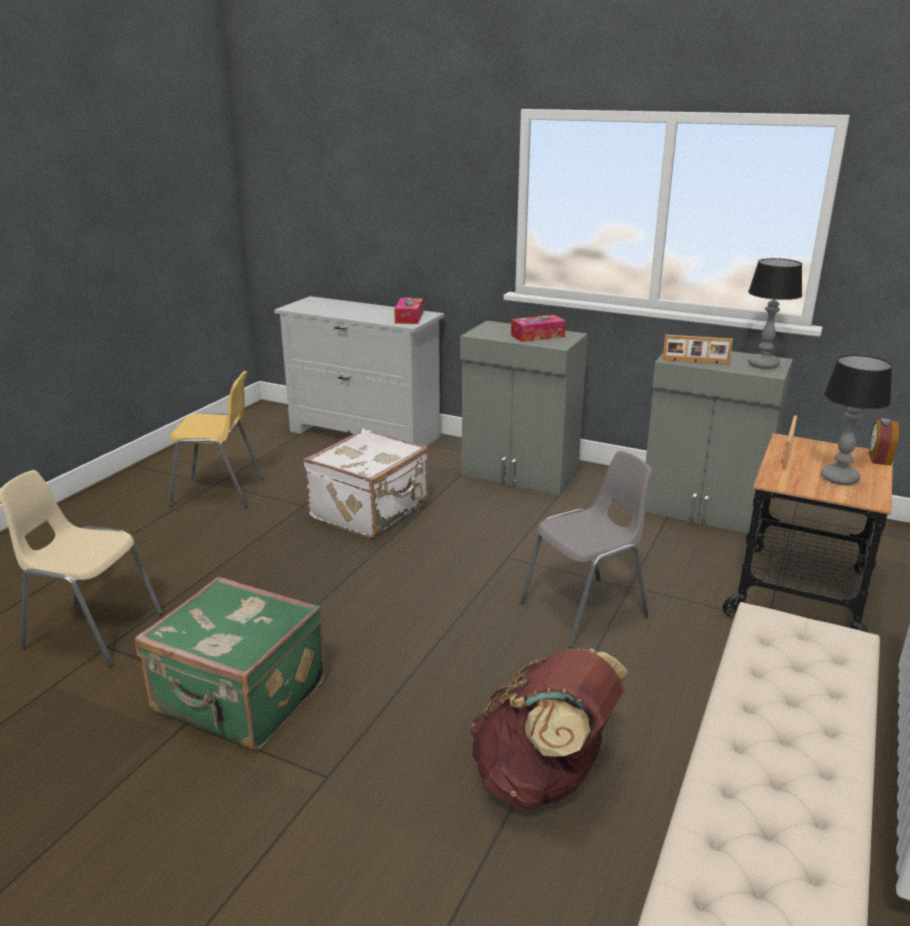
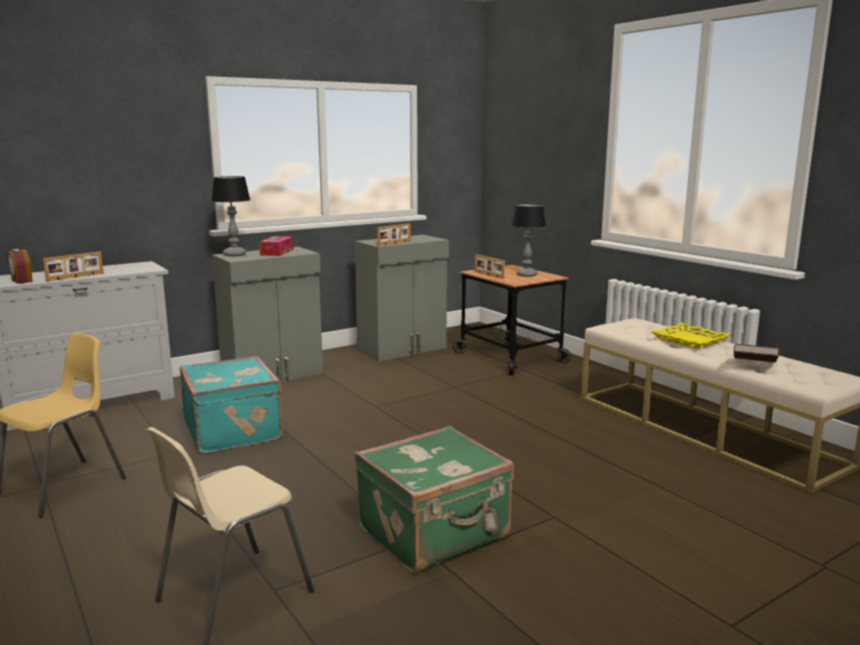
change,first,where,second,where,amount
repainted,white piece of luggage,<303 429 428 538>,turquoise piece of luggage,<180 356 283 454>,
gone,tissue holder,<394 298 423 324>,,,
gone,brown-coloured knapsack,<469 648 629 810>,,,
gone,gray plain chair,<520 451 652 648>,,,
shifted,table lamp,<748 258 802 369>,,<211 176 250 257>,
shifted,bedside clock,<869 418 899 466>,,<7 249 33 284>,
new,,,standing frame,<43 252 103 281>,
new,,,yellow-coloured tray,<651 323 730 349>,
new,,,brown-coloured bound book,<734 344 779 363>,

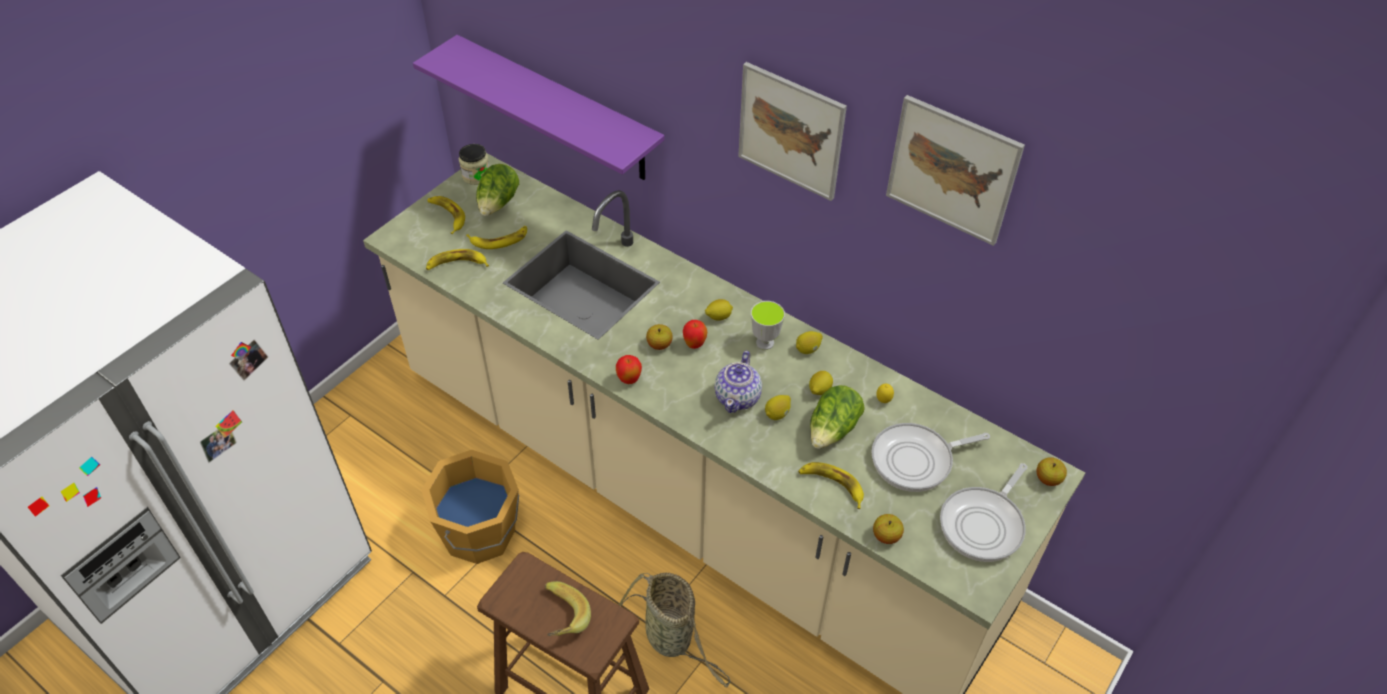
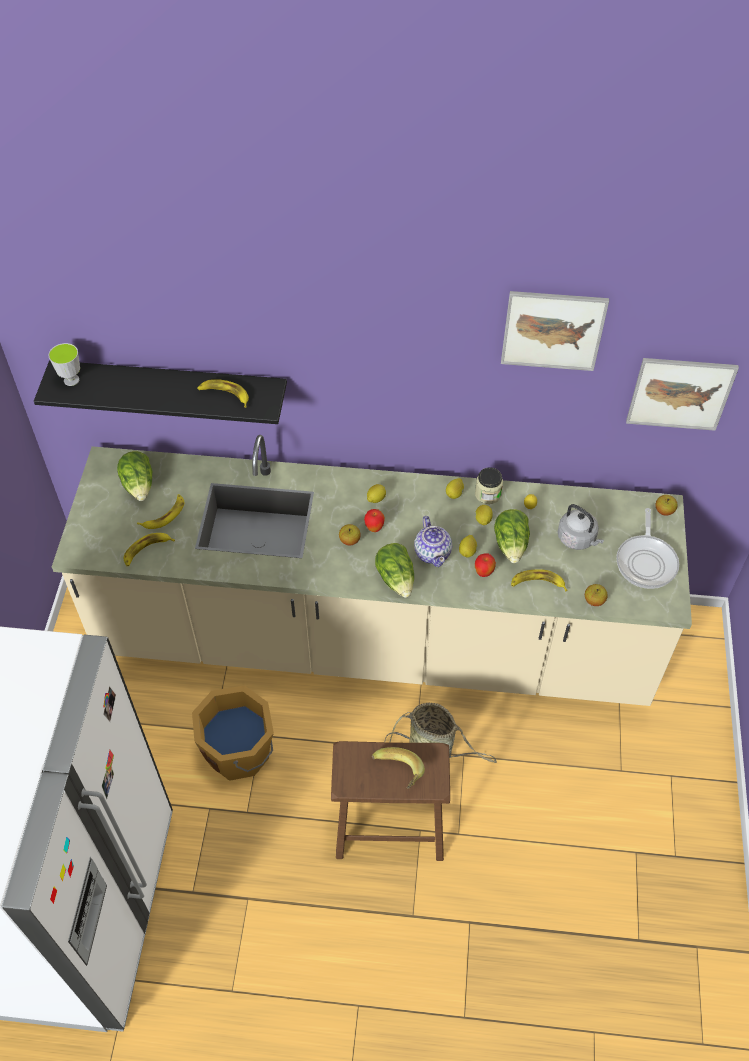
change,first,where,second,where,amount
repainted,purple wall shelf,<413 35 665 180>,black wall shelf,<34 360 287 424>,
shifted,banana,<427 196 465 234>,,<197 379 249 408>,
shifted,preserve jar,<459 144 489 185>,,<475 467 503 504>,
shifted,apple,<616 355 642 384>,,<475 553 496 577>,
shifted,picture,<738 62 847 201>,,<626 358 739 431>,
shifted,small cup,<751 301 785 350>,,<49 343 80 386>,
swapped,frying pan,<871 423 990 492>,gray water kettle,<558 504 604 550>,
new,,,head of lettuce,<375 543 414 598>,

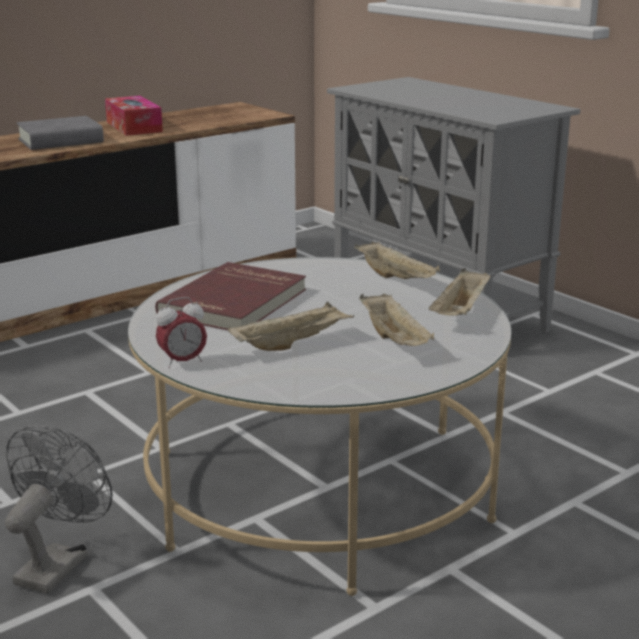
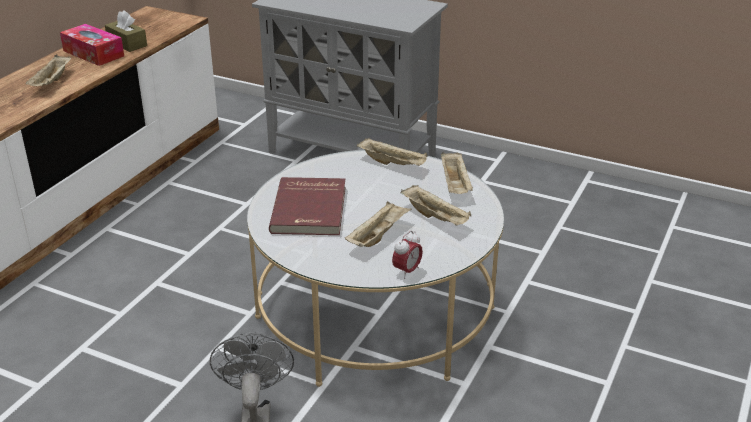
change,first,where,second,where,amount
swapped,gray bound book,<17 116 104 150>,sand-coloured tray,<25 55 71 86>,
shifted,bedside clock,<156 297 207 368>,,<392 230 423 279>,
new,,,brown-coloured tissue holder,<105 10 147 52>,

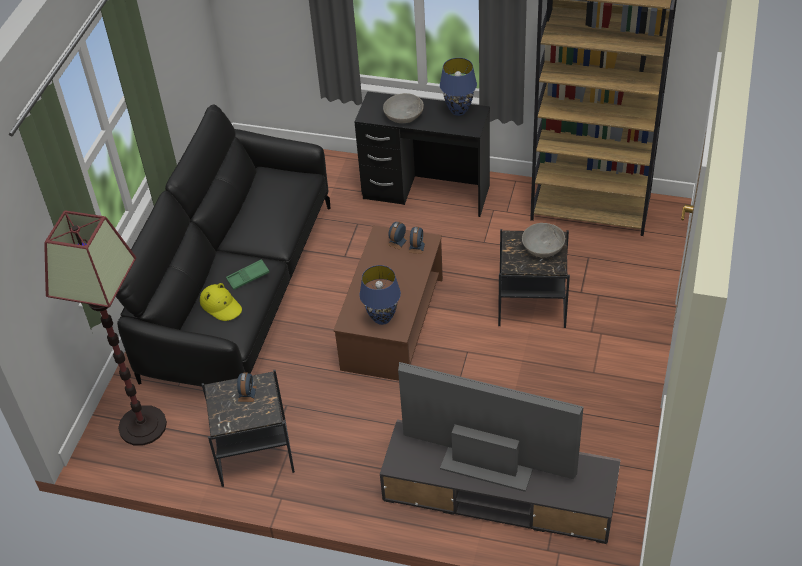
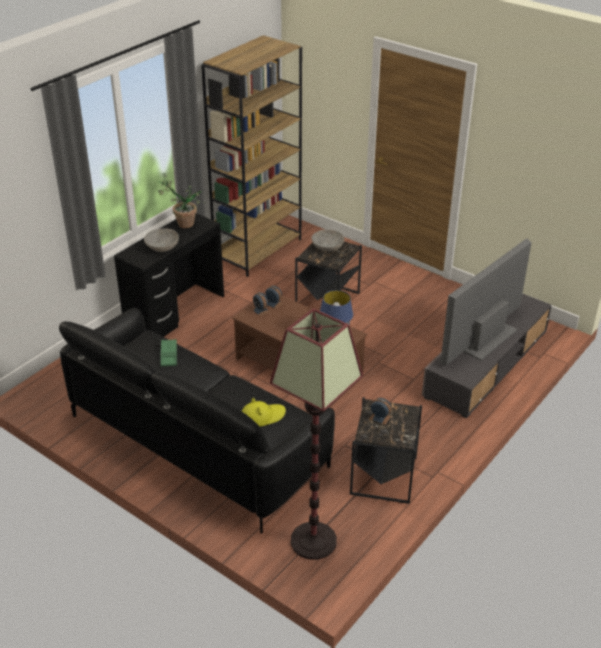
change,first,where,second,where,amount
shifted,green tray,<226 259 269 290>,,<161 339 177 366>,
swapped,blue table lamp,<440 58 477 116>,potted plant,<158 173 206 228>,

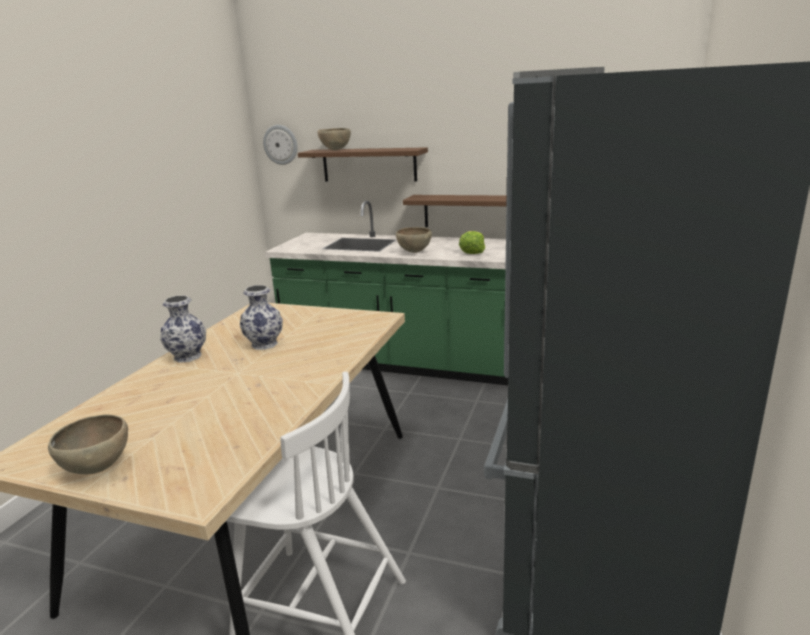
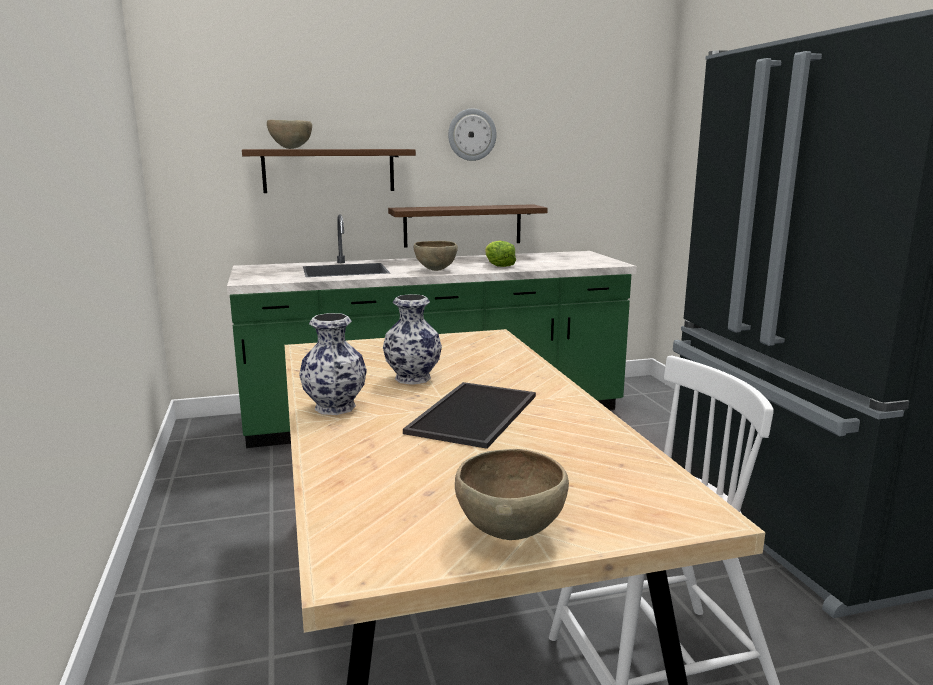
change,first,where,second,where,amount
shifted,clock on the wall,<263 125 298 165>,,<448 108 497 161>,
new,,,tray,<403 382 536 449>,

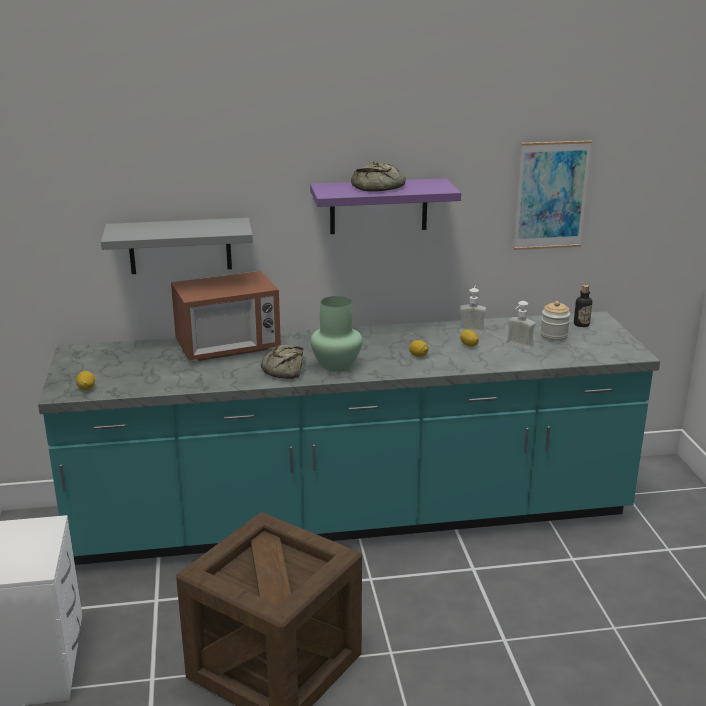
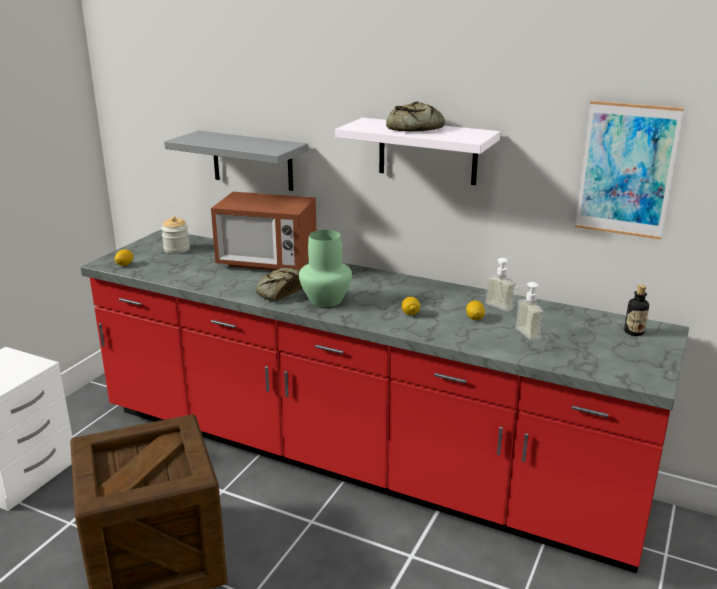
change,first,where,second,where,amount
repainted,turquoise kitchen counter,<38 311 660 565>,red-coloured kitchen counter,<81 230 689 573>,
repainted,purple wall shelf,<310 178 461 234>,white wall shelf,<335 118 500 185>,
shifted,preserve jar,<540 301 571 341>,,<161 216 190 254>,

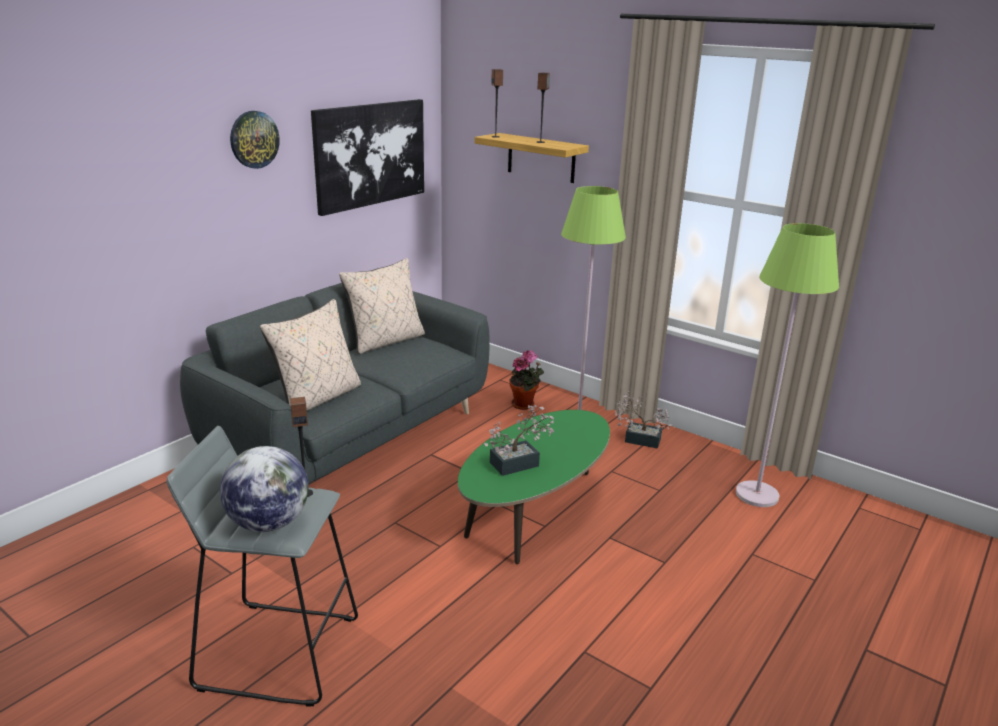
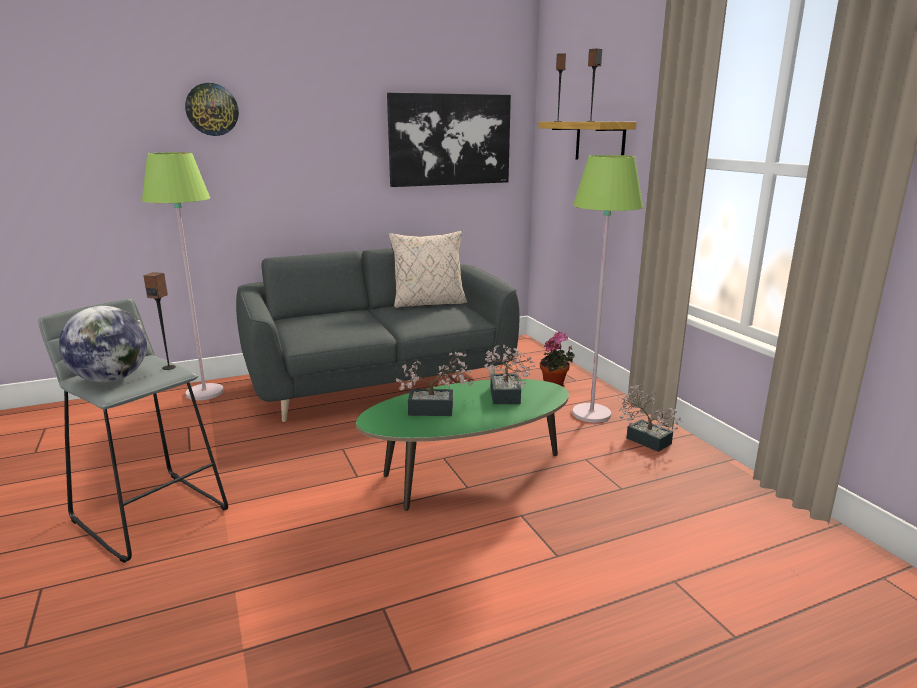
change,first,where,second,where,amount
shifted,clock on the wall,<230 111 280 169>,,<185 83 239 136>,
gone,sand-coloured cushion,<260 299 361 411>,,,
shifted,green floor lamp,<736 223 839 507>,,<142 152 224 400>,
new,,,potted plant,<484 345 535 404>,

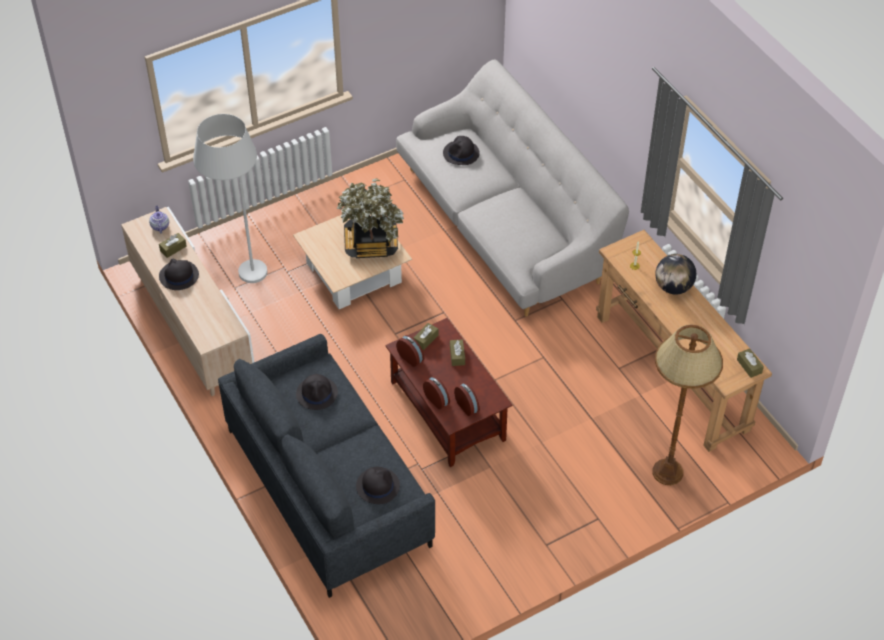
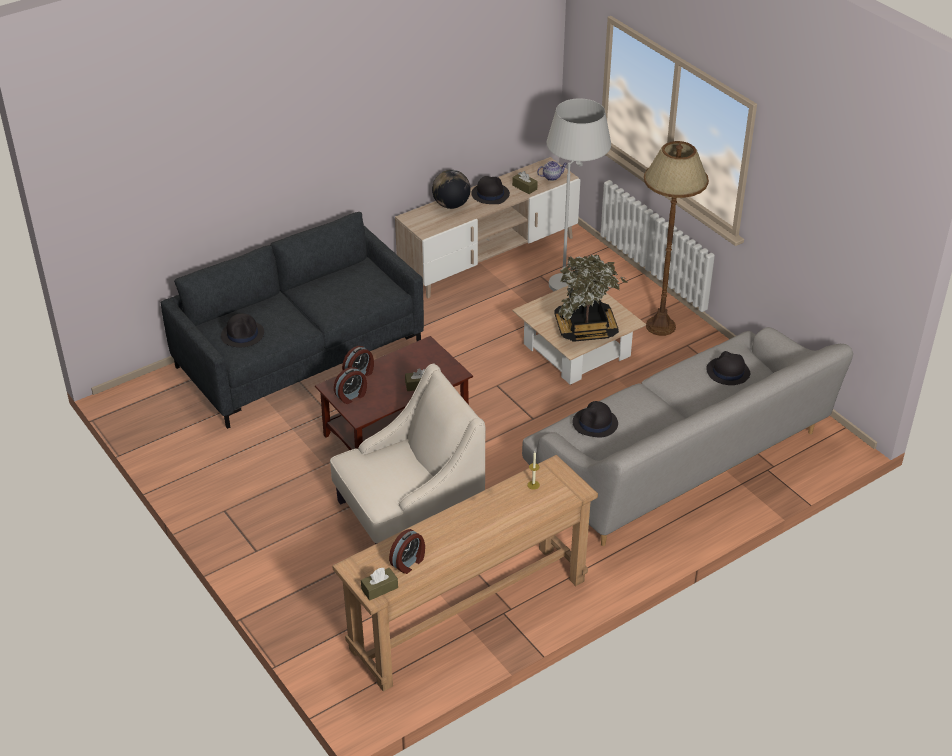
change,first,where,second,where,amount
shifted,black hat,<296 374 338 410>,,<572 401 618 438>,
shifted,bedside clock,<396 335 424 367>,,<389 529 425 574>,
gone,brown-coloured tissue holder,<413 323 438 350>,,,
shifted,brown-coloured floor lamp,<653 324 723 485>,,<644 141 709 336>,
shifted,world globe,<655 254 696 294>,,<432 170 471 209>,
new,,,sand-coloured lounge chair,<330 364 485 544>,

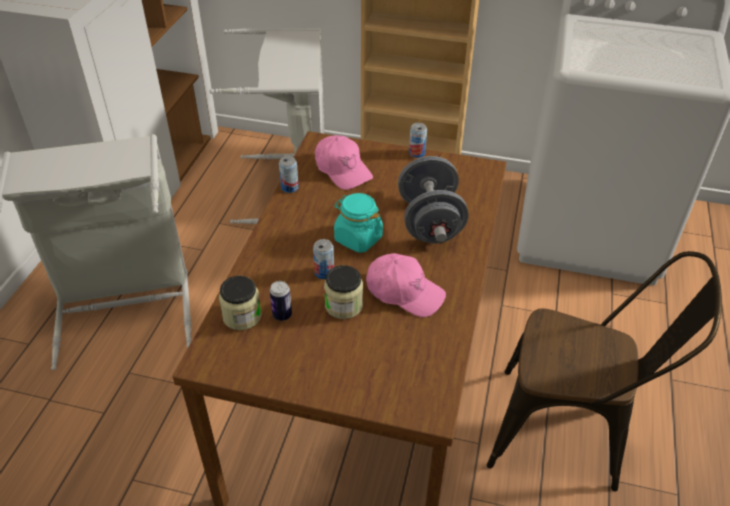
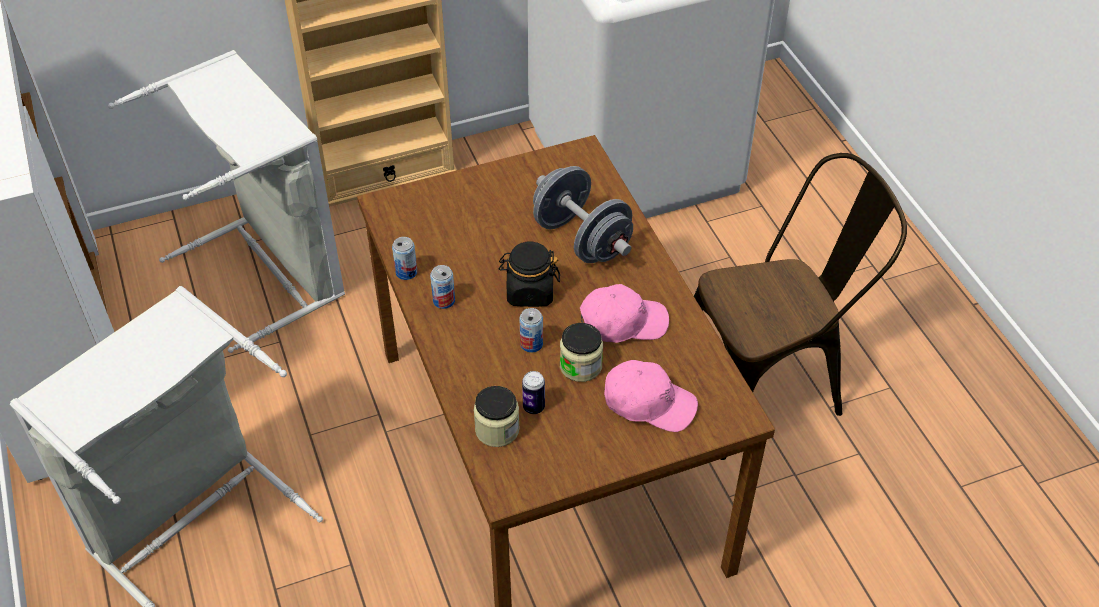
change,first,where,second,where,amount
shifted,pink peaked cap,<315 135 373 190>,,<604 360 698 432>,
repainted,turquoise preserve jar,<334 193 383 253>,black preserve jar,<499 242 560 307>,
shifted,sealed can,<409 123 427 158>,,<430 265 455 309>,

